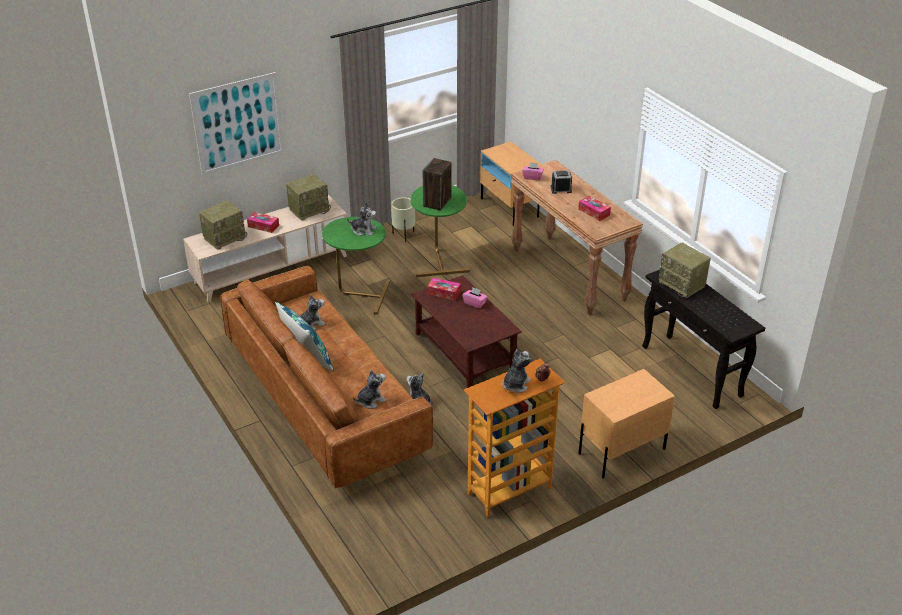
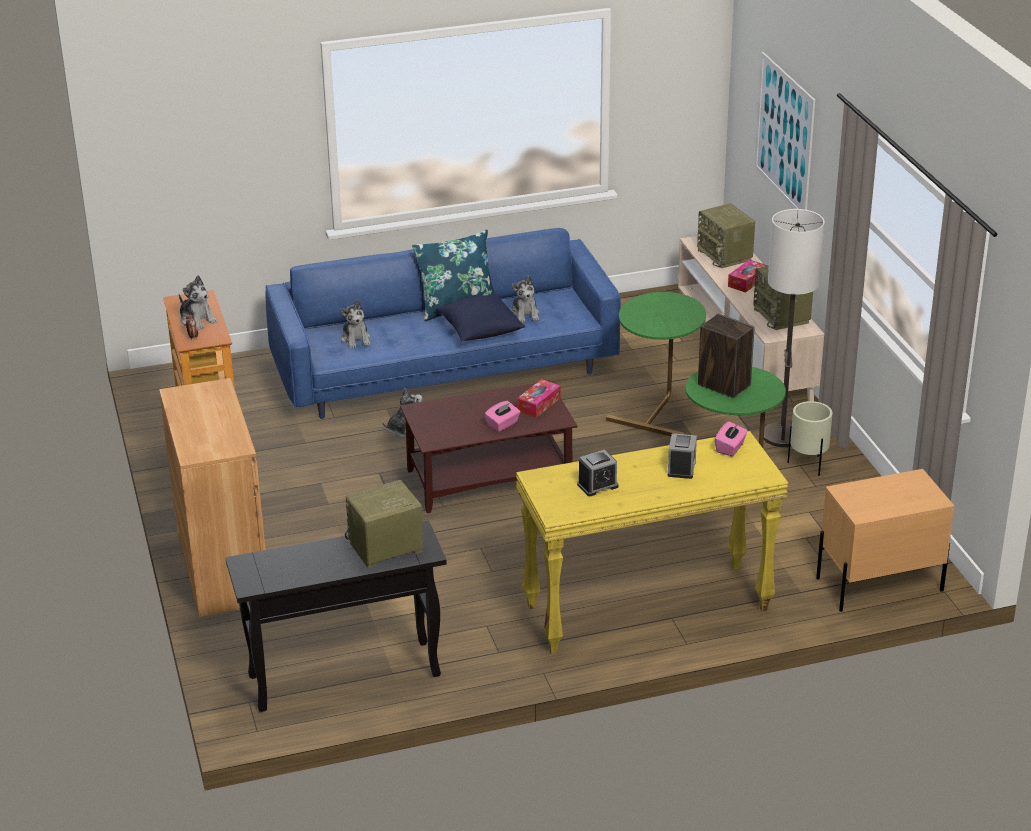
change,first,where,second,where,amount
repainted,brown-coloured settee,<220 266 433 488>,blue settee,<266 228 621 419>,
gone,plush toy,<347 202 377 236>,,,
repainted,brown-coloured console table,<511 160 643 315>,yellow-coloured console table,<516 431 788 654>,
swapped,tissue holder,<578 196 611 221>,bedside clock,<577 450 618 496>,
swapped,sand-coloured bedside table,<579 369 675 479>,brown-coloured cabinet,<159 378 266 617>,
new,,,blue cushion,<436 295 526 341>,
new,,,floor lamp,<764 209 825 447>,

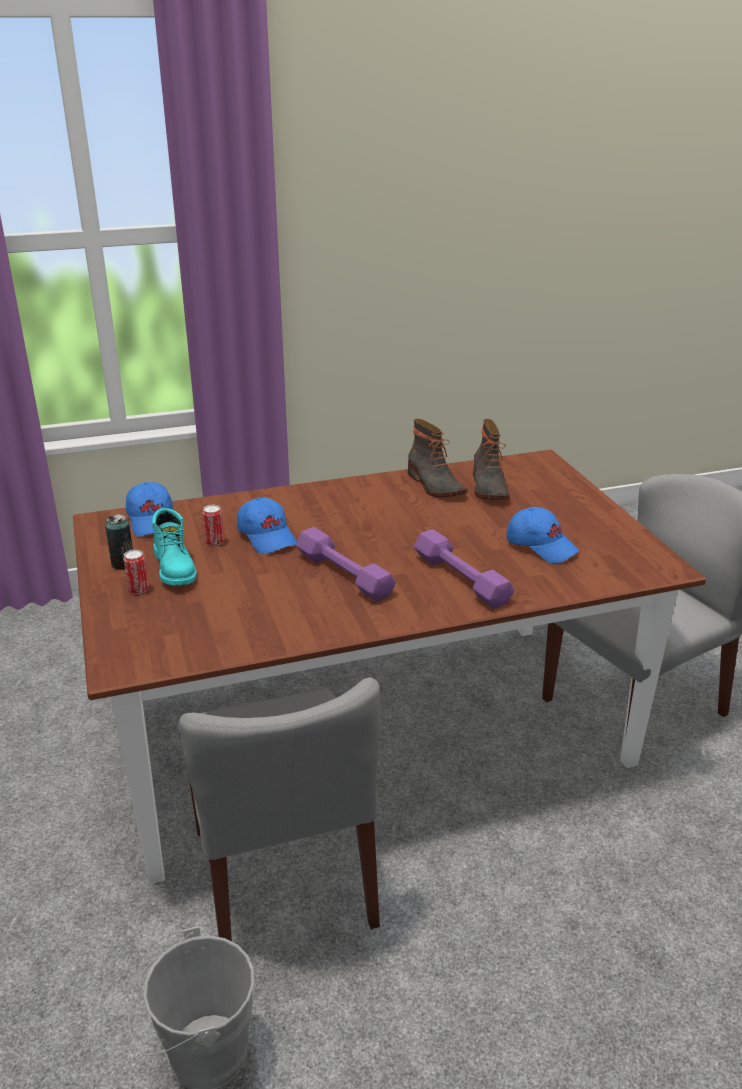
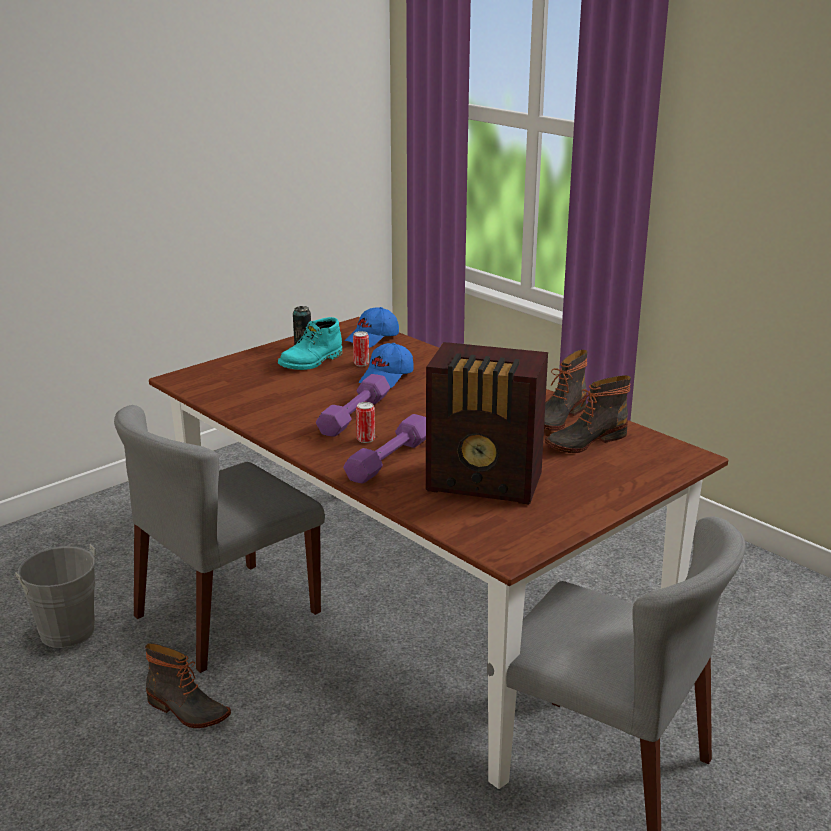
change,first,where,second,where,amount
shifted,sealed can,<123 549 149 594>,,<356 402 375 443>,
swapped,blue peaked cap,<506 507 579 563>,radio receiver,<426 342 548 505>,
new,,,high-top boot,<145 643 231 728>,

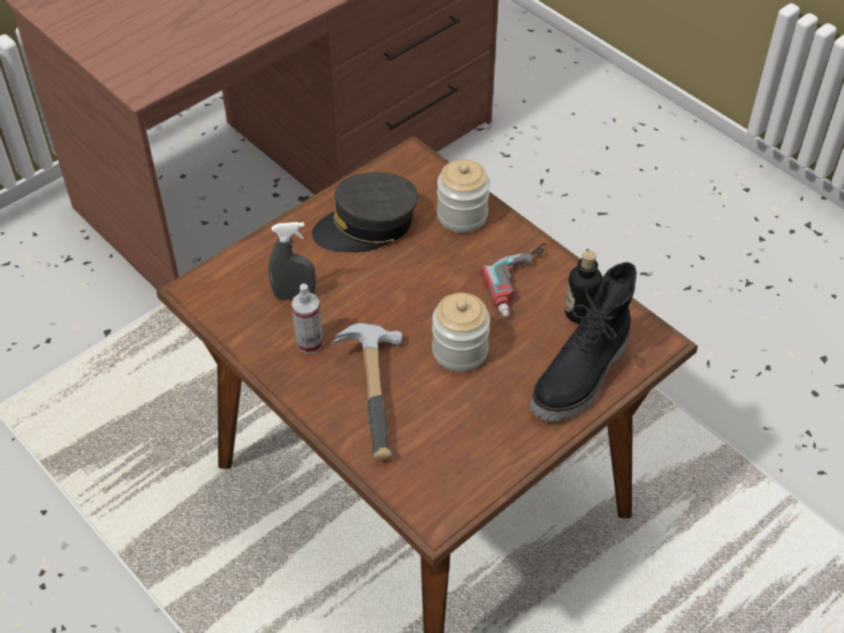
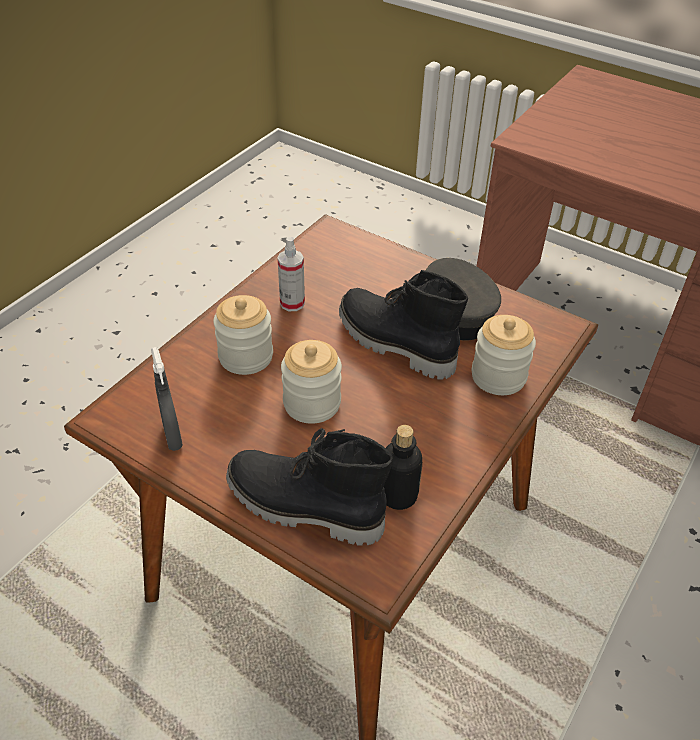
change,first,where,second,where,amount
shifted,gray hand sprayer,<268 222 316 300>,,<151 347 183 451>,
swapped,tool hammer,<330 323 402 460>,preserve jar,<213 295 273 375>,
gone,drill,<481 243 548 318>,,,
new,,,black high-top boot,<339 270 468 380>,

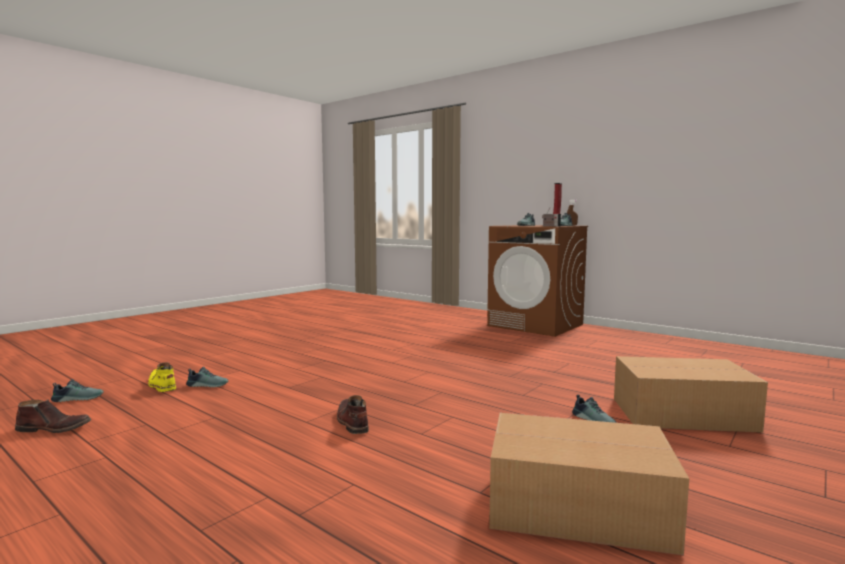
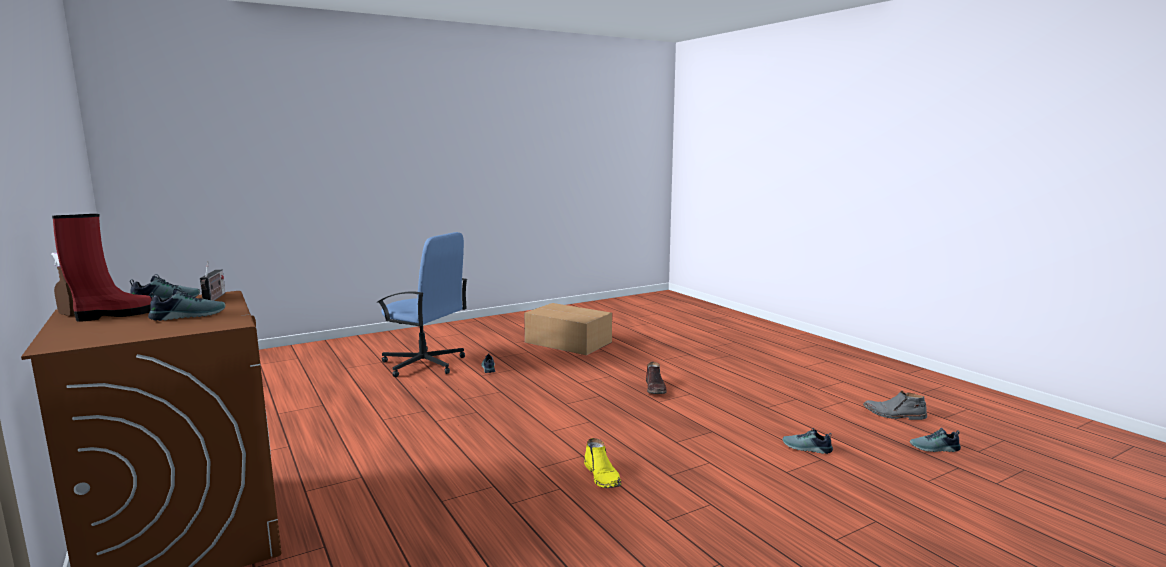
change,first,where,second,where,amount
repainted,brown-coloured high-top boot,<15 399 91 433>,gray high-top boot,<863 391 927 420>,
shifted,yellow-coloured high-top boot,<148 362 176 392>,,<584 438 621 488>,
swapped,packing box,<614 356 768 433>,blue desk chair,<377 232 468 377>,

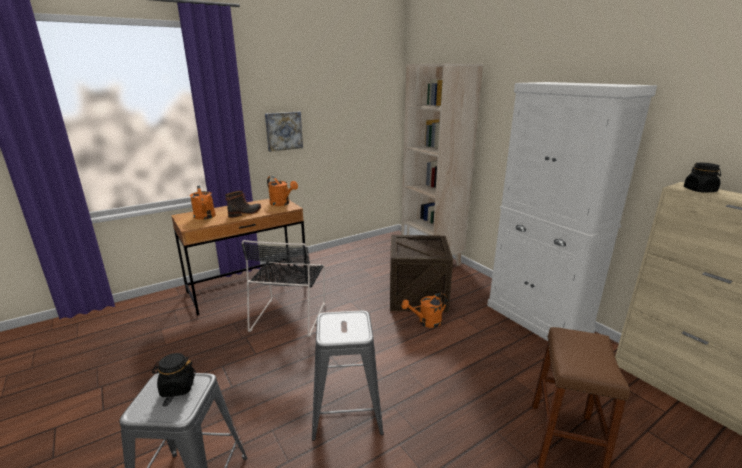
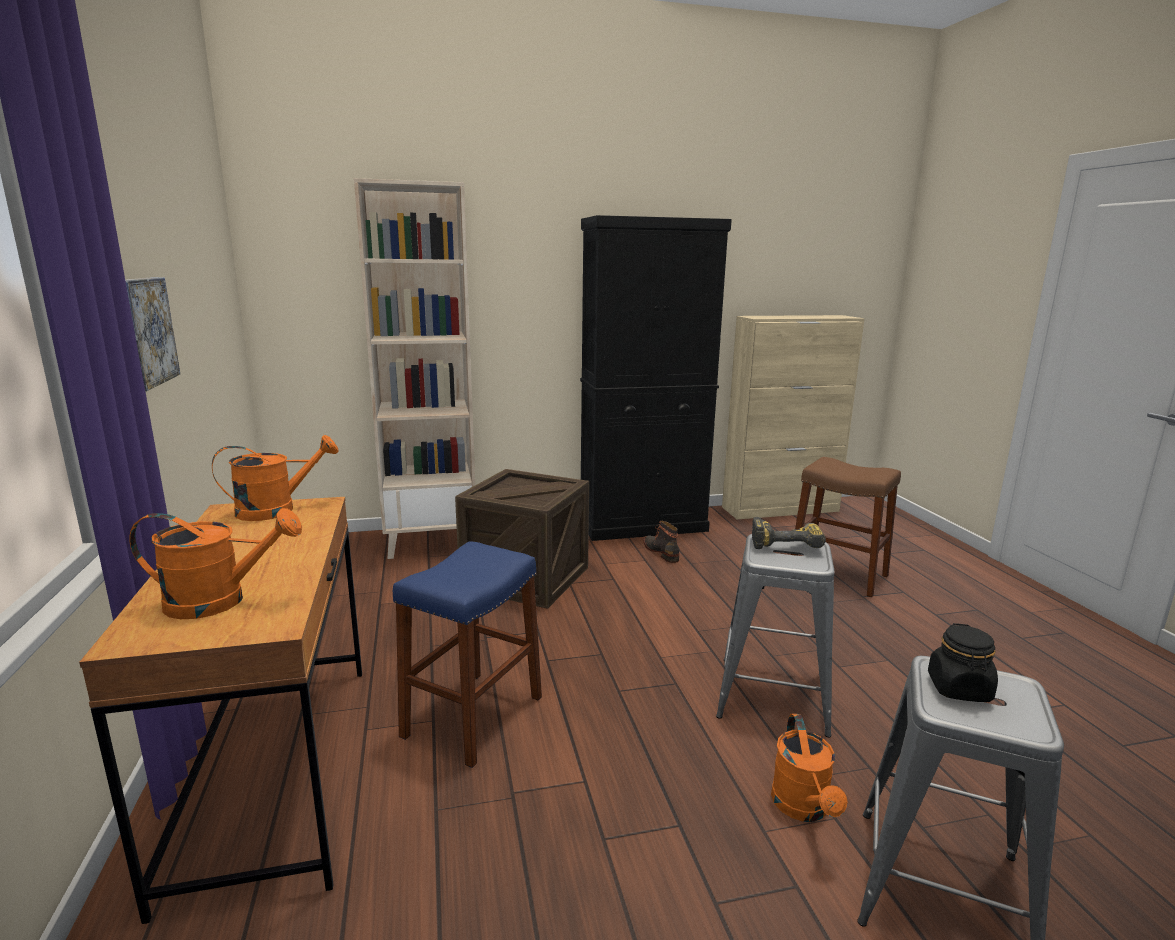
change,first,where,second,where,amount
shifted,high-top boot,<225 191 261 218>,,<643 521 680 563>,
swapped,black plain chair,<241 240 325 337>,blue stool,<393 541 542 768>,
shifted,orange-coloured watering can,<401 293 447 328>,,<771 714 847 822>,
repainted,white cabinet,<487 82 657 341>,black cabinet,<580 215 732 541>,
gone,black preserve jar,<684 163 721 193>,,,
new,,,drill,<752 517 826 549>,

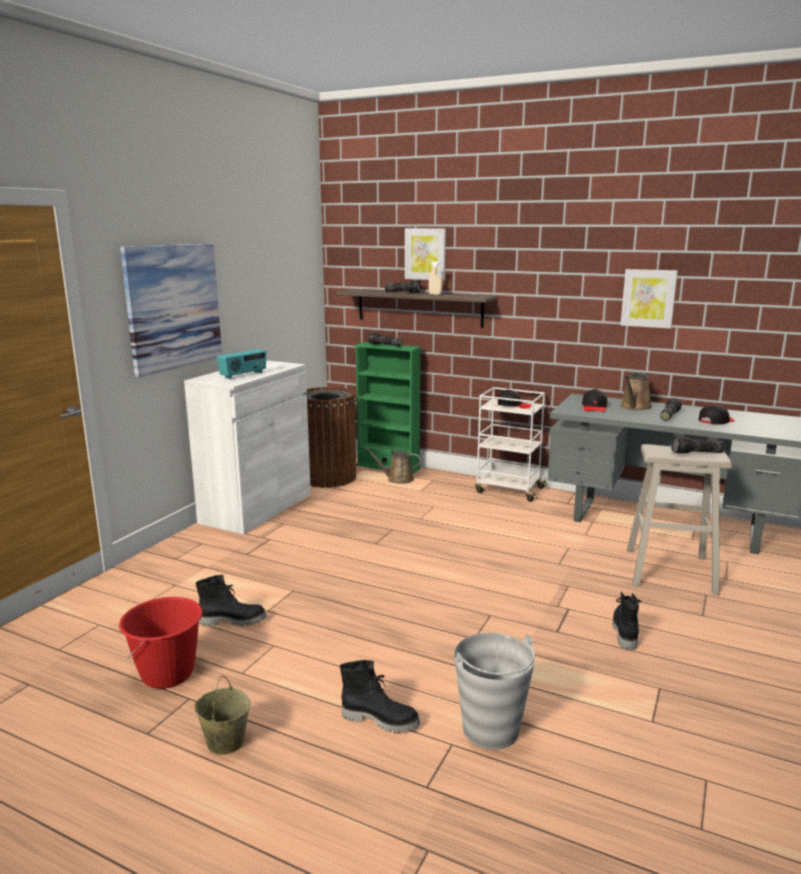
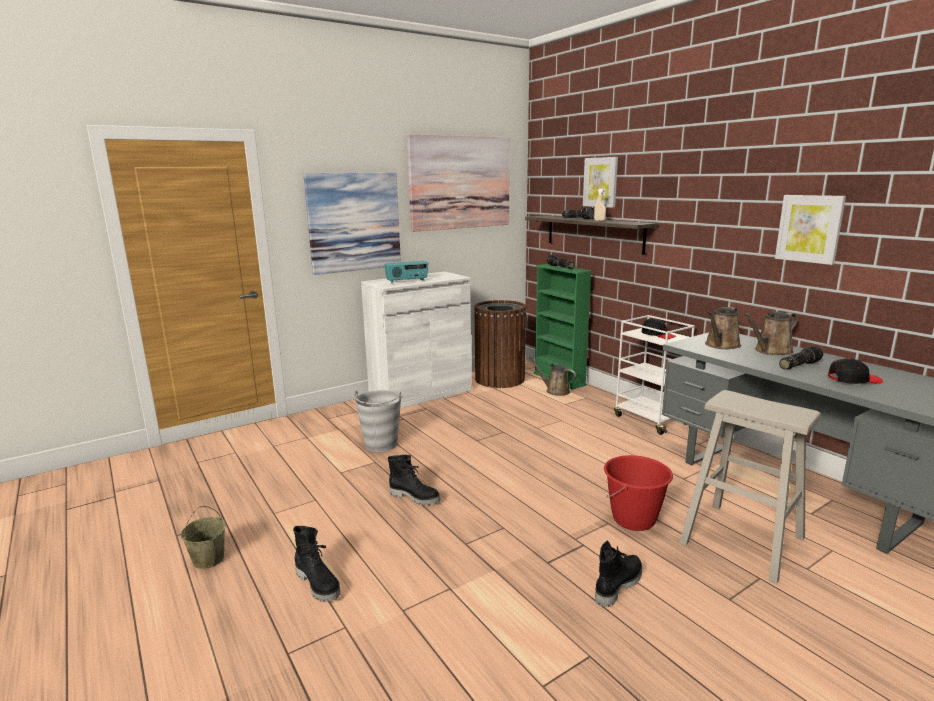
change,first,where,second,where,amount
shifted,red-coloured bucket,<119 597 203 689>,,<604 455 673 531>,
shifted,black high-top boot,<196 575 267 626>,,<388 455 441 505>,
shifted,gray bucket,<454 633 535 750>,,<353 390 402 452>,
swapped,black peaked cap,<582 389 607 412>,brown-coloured watering can,<705 307 741 349>,
gone,torch,<671 436 725 454>,,,
new,,,picture,<407 134 510 232>,

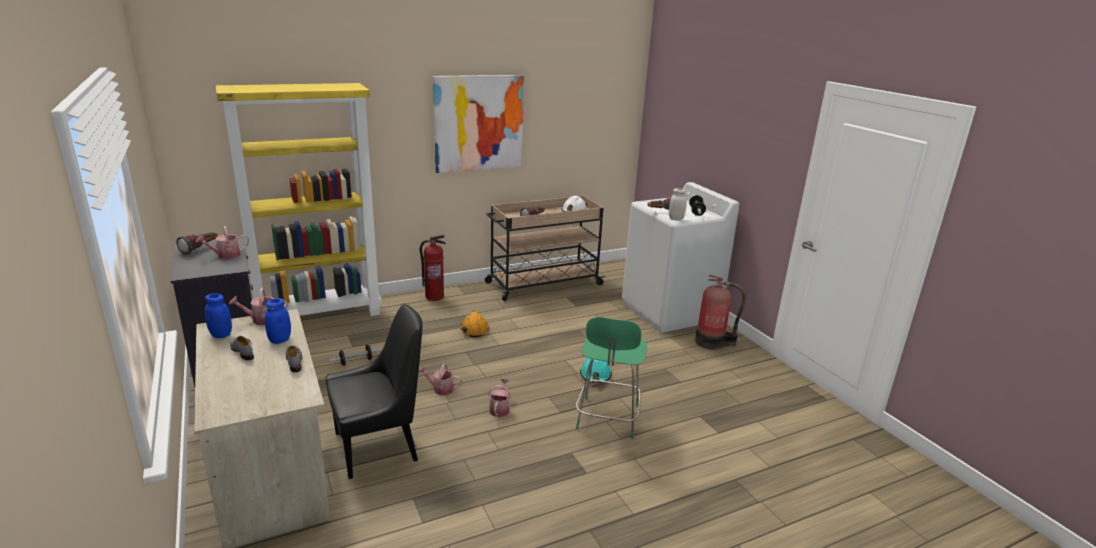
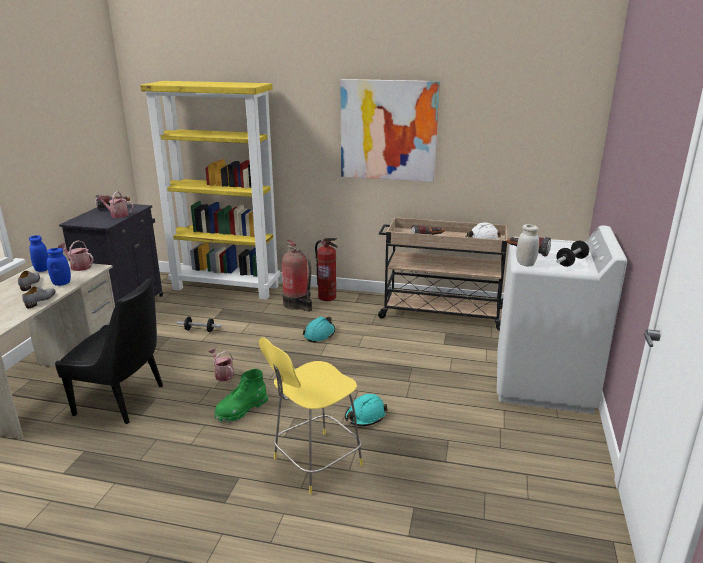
change,first,where,second,where,amount
repainted,orange-coloured work helmet,<460 310 489 338>,turquoise work helmet,<303 317 335 343>,
swapped,watering can,<488 379 511 417>,green high-top boot,<214 369 268 423>,
repainted,green stool,<576 317 647 439>,yellow-coloured stool,<259 338 363 494>,
shifted,fire extinguisher,<695 275 746 350>,,<282 239 312 312>,

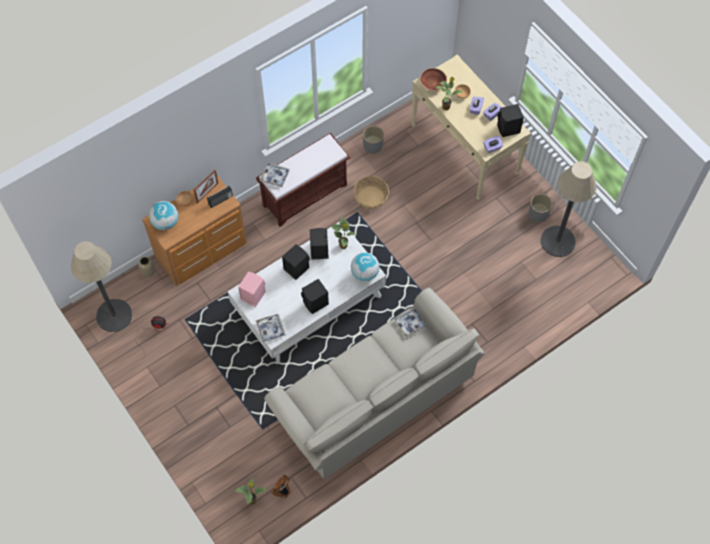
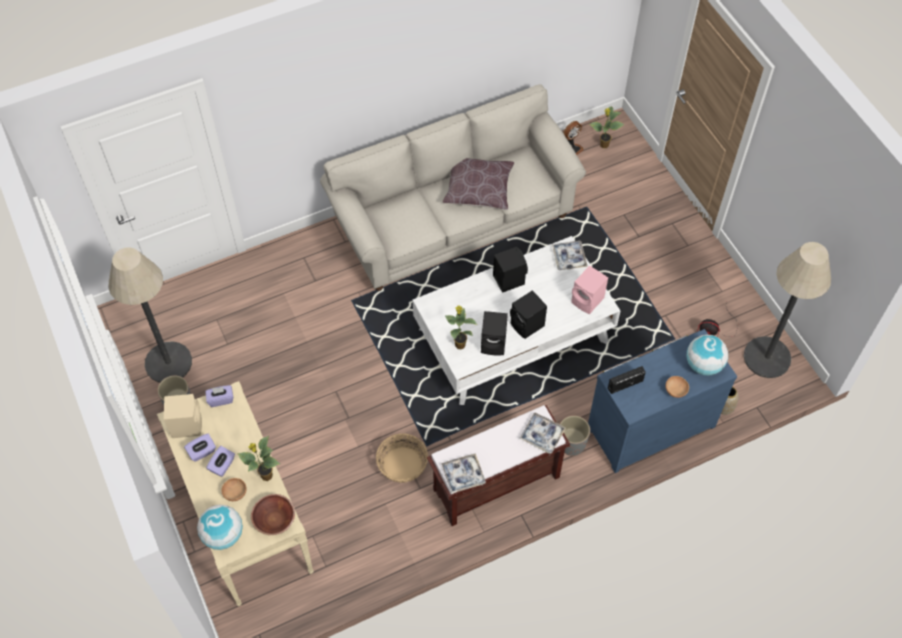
change,first,where,second,where,amount
repainted,brown-coloured chest of drawers,<142 175 247 286>,blue chest of drawers,<588 329 737 473>,
gone,standing frame,<193 170 218 203>,,,
shifted,world globe,<351 252 380 281>,,<197 505 243 550>,
shifted,gray planter,<363 126 384 154>,,<560 415 590 456>,
shifted,tray,<394 307 427 337>,,<441 453 486 493>,
repainted,black audio speaker,<497 104 524 137>,sand-coloured audio speaker,<164 394 202 438>,
new,,,brown-coloured cushion,<442 158 514 210>,

